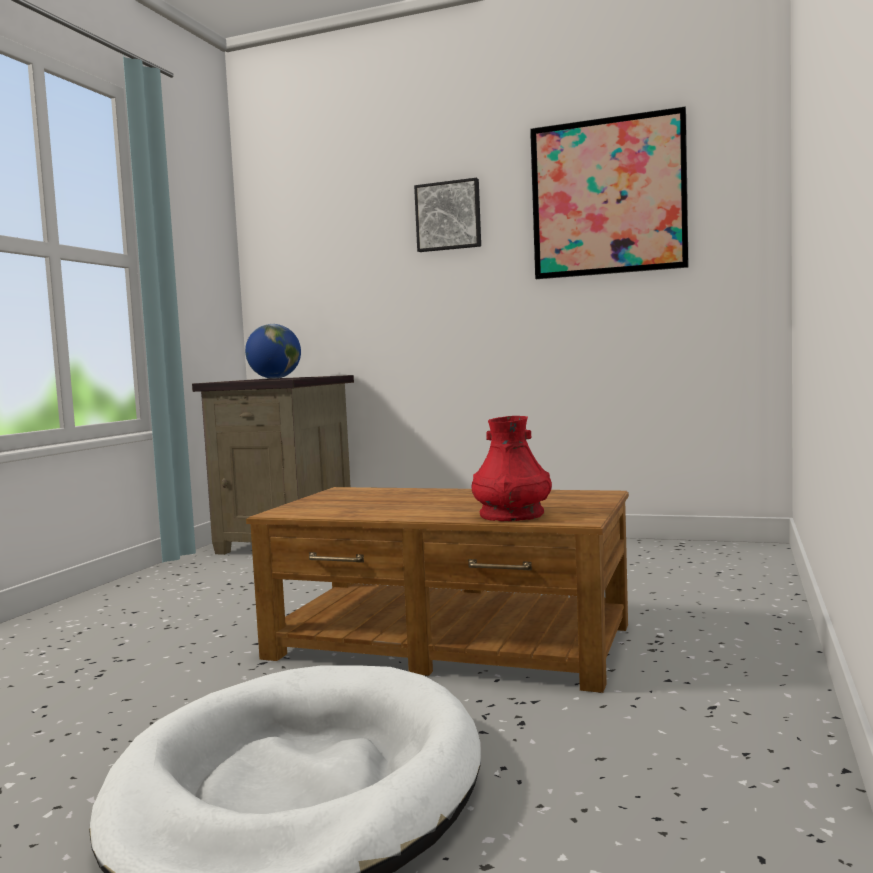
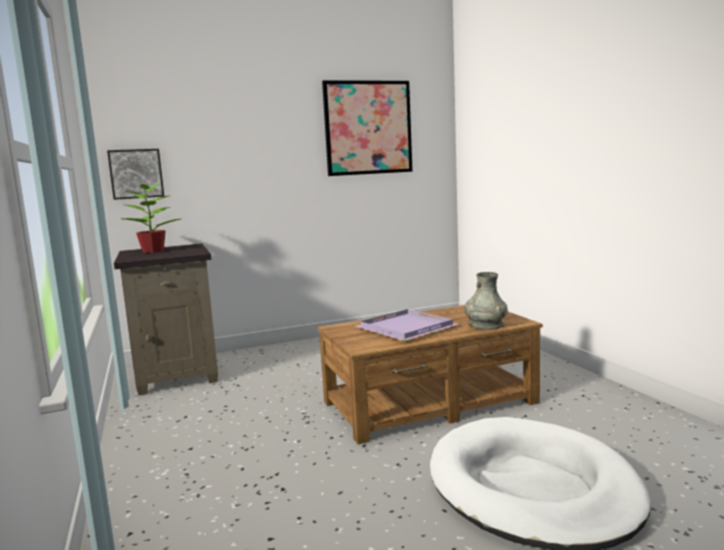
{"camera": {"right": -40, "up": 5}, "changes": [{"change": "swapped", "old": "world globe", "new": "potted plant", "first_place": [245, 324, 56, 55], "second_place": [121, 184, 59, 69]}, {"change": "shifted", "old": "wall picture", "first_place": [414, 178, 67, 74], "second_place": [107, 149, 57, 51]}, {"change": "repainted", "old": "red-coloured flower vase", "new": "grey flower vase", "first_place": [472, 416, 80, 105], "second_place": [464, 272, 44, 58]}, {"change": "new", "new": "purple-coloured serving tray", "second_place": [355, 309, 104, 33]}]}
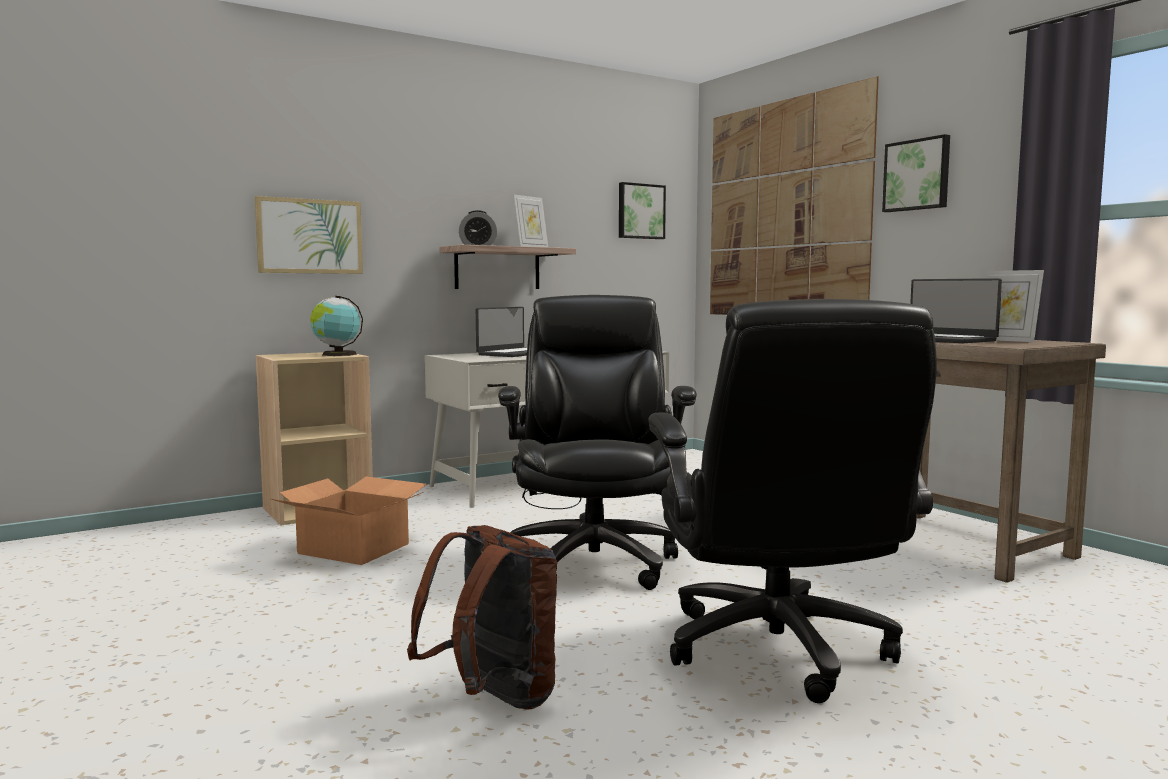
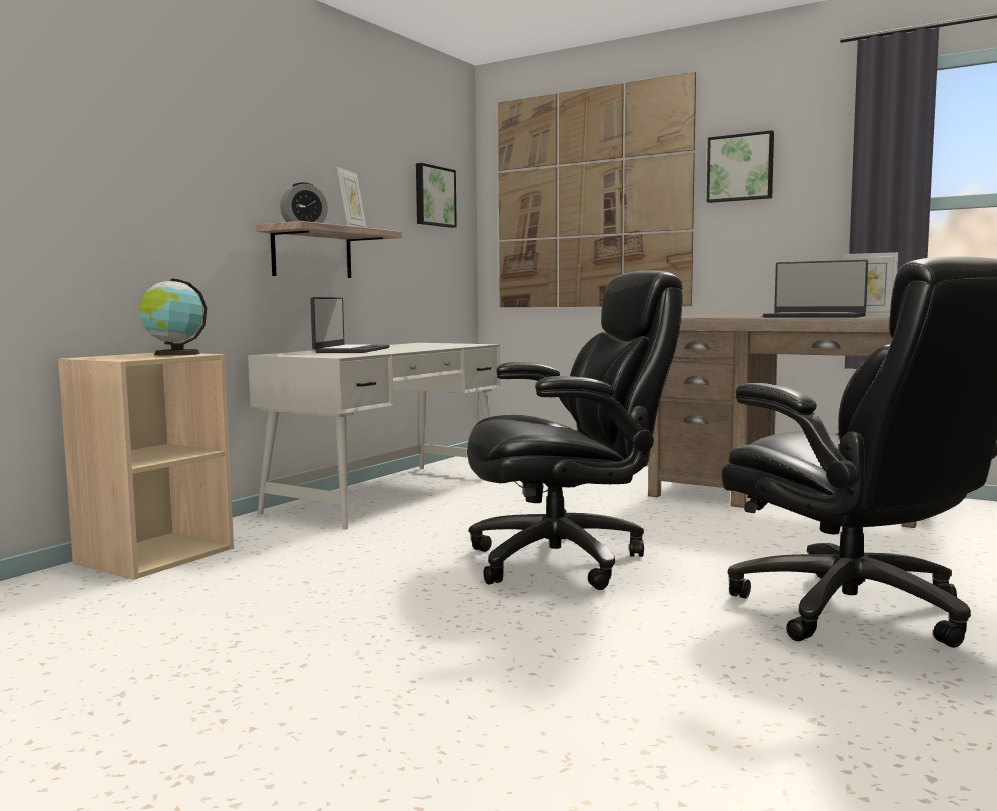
{"camera": {"right": -25, "up": 0}, "changes": [{"change": "gone", "old": "wall picture", "first_place": [255, 196, 108, 78]}, {"change": "gone", "old": "carton", "first_place": [271, 477, 156, 88]}, {"change": "gone", "old": "brown-coloured backpack", "first_place": [407, 525, 151, 185]}, {"change": "rotated", "old": "black desk chair", "first_place": [498, 295, 199, 295], "second_place": [467, 270, 216, 320], "degrees": 105}]}
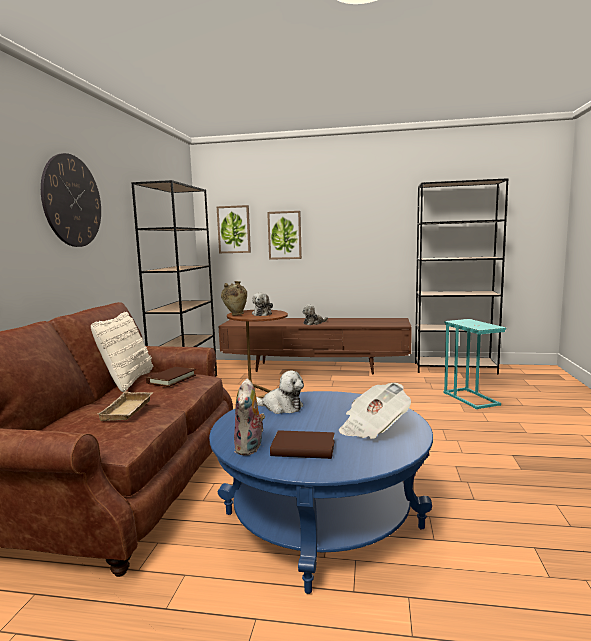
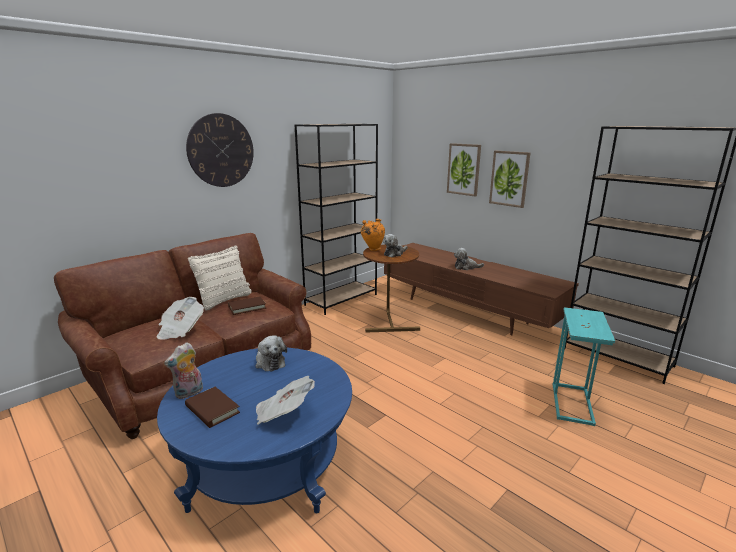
{"camera": {"right": 35, "up": 10}, "changes": [{"change": "swapped", "old": "beige serving tray", "new": "newspaper", "first_place": [98, 391, 55, 30], "second_place": [157, 297, 47, 43]}, {"change": "shifted", "old": "wall picture", "first_place": [217, 205, 34, 48], "second_place": [489, 151, 41, 57]}, {"change": "repainted", "old": "beige flower vase", "new": "orangey flower vase", "first_place": [221, 281, 26, 34], "second_place": [361, 219, 24, 32]}]}
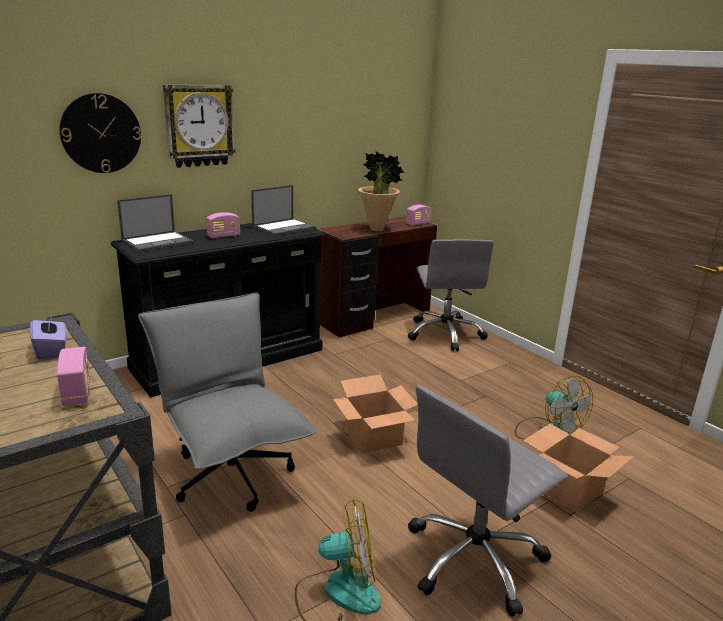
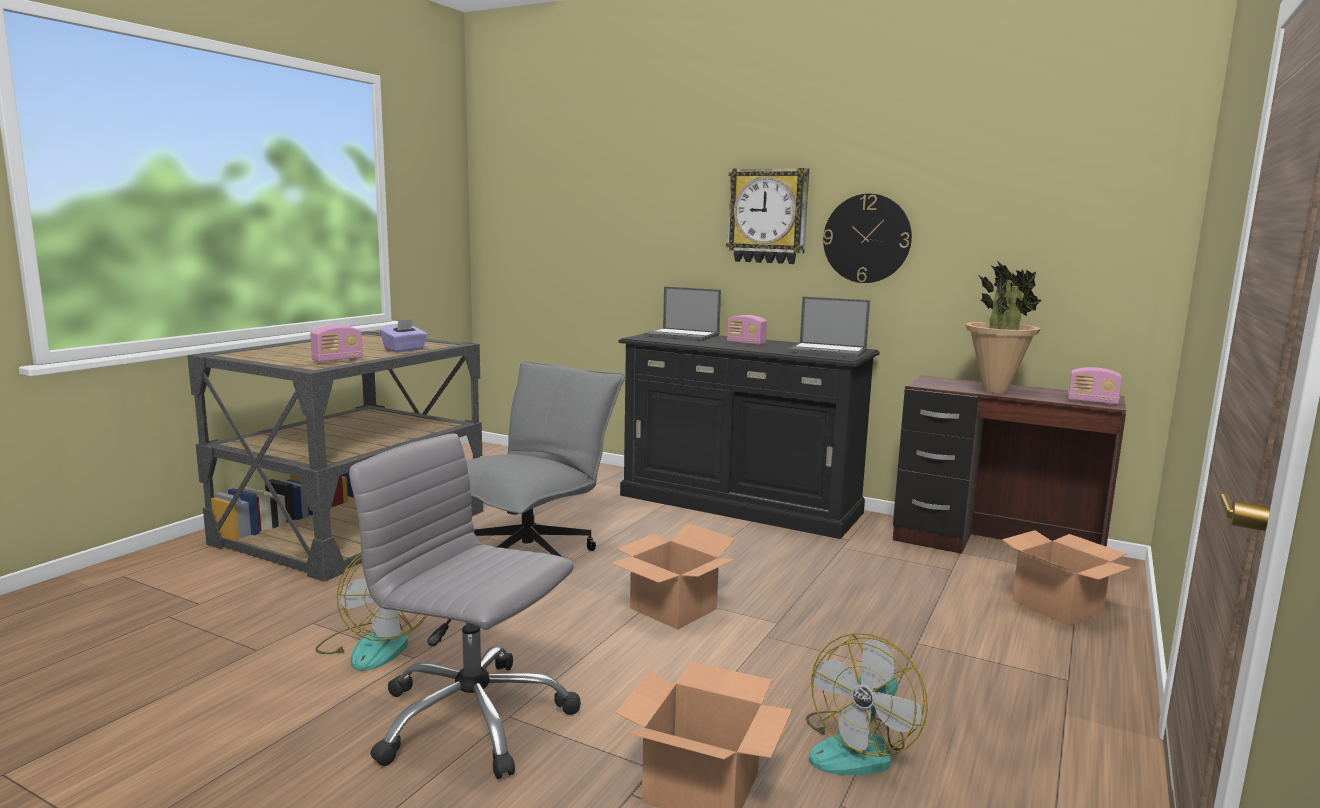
{"camera": {"right": 65, "up": -10}, "changes": [{"change": "shifted", "old": "hanging clock", "first_place": [59, 93, 82, 80], "second_place": [823, 194, 89, 89]}, {"change": "swapped", "old": "grey desk chair", "new": "carton", "first_place": [408, 239, 86, 112], "second_place": [1002, 530, 130, 96]}]}
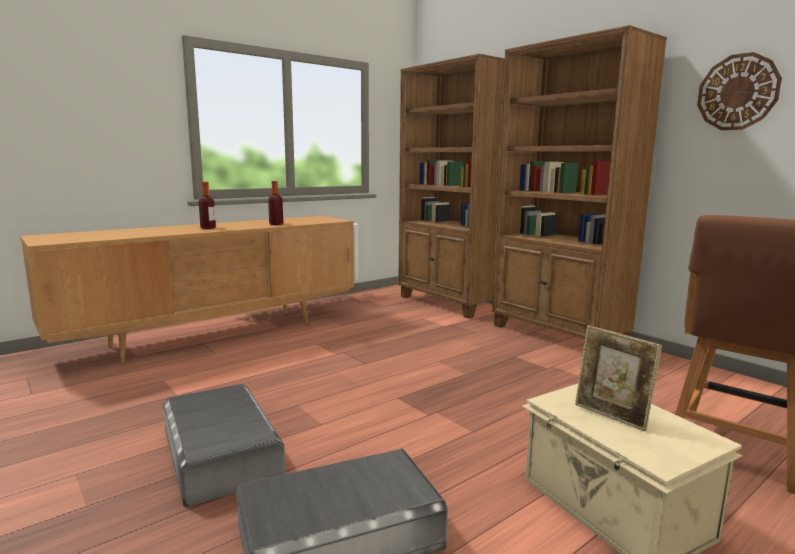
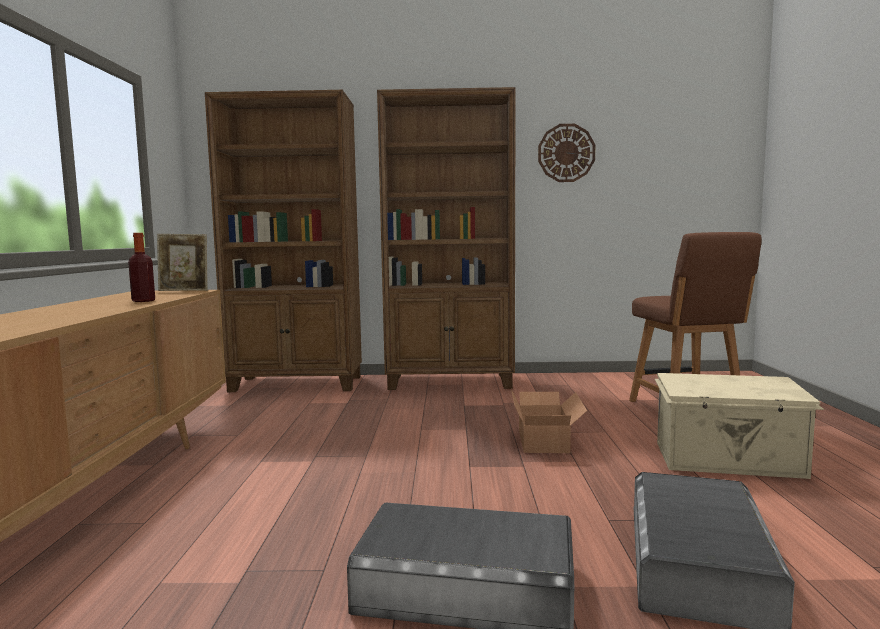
{"camera": {"right": -50, "up": -5}, "changes": [{"change": "gone", "old": "drink bottle", "first_place": [199, 182, 17, 47]}, {"change": "shifted", "old": "photo frame", "first_place": [575, 325, 87, 106], "second_place": [157, 234, 51, 57]}, {"change": "new", "new": "carton", "second_place": [511, 389, 76, 64]}]}
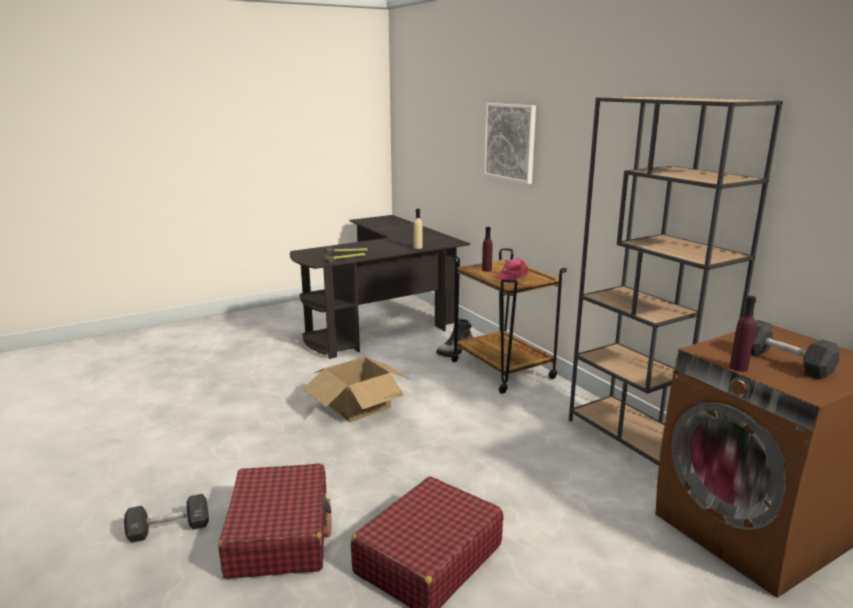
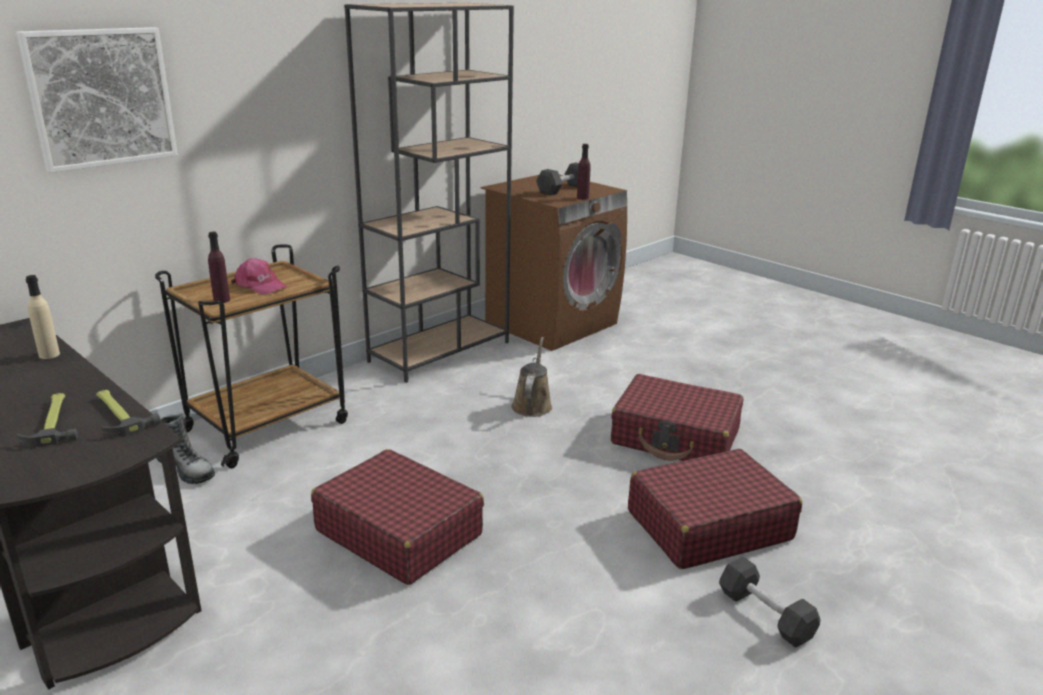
{"camera": {"right": -105, "up": 5}, "changes": [{"change": "swapped", "old": "carton", "new": "red-coloured piece of luggage", "first_place": [303, 357, 106, 65], "second_place": [311, 449, 173, 136]}, {"change": "new", "new": "brown-coloured sprinkling can", "second_place": [512, 337, 40, 80]}]}
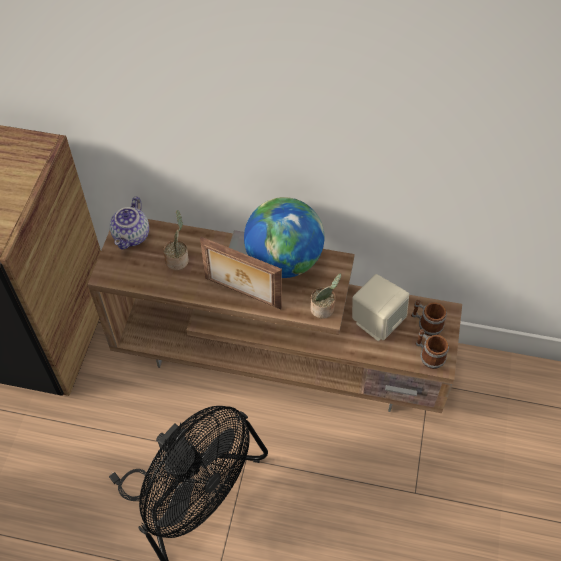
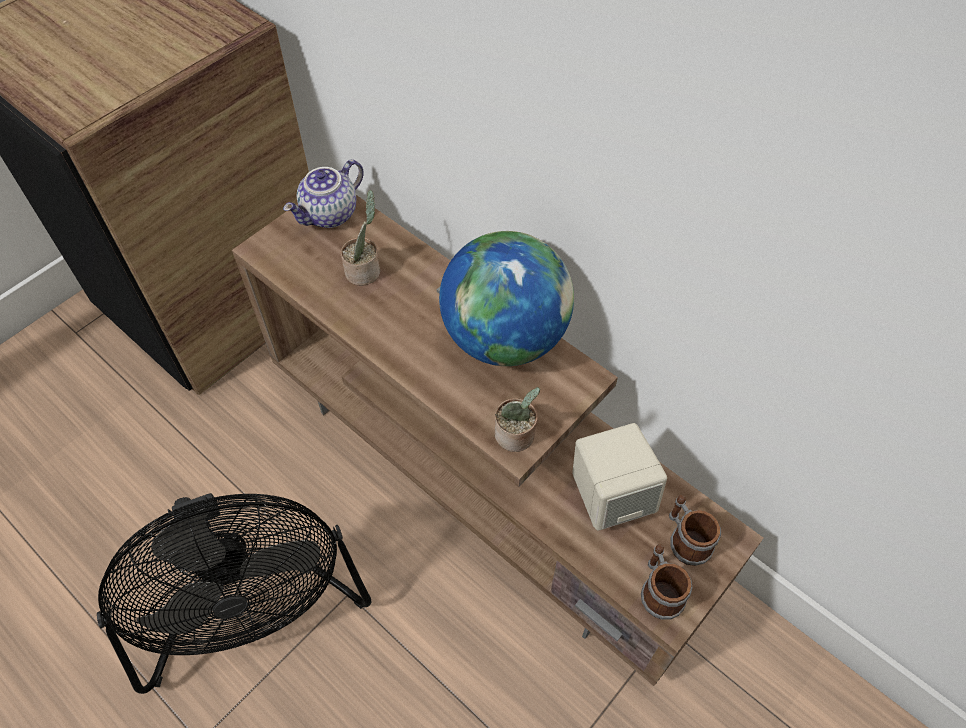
{"camera": {"right": 30, "up": 0}, "changes": [{"change": "gone", "old": "photo frame", "first_place": [200, 237, 82, 72]}]}
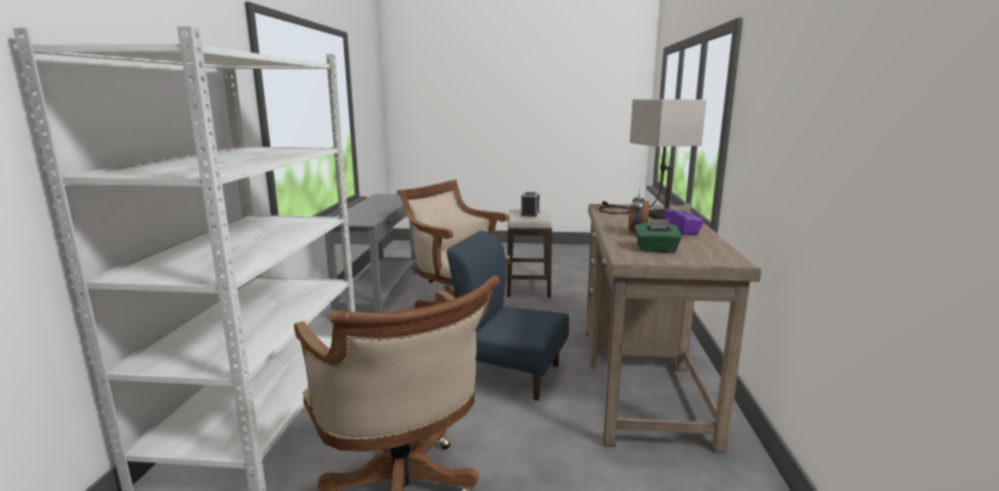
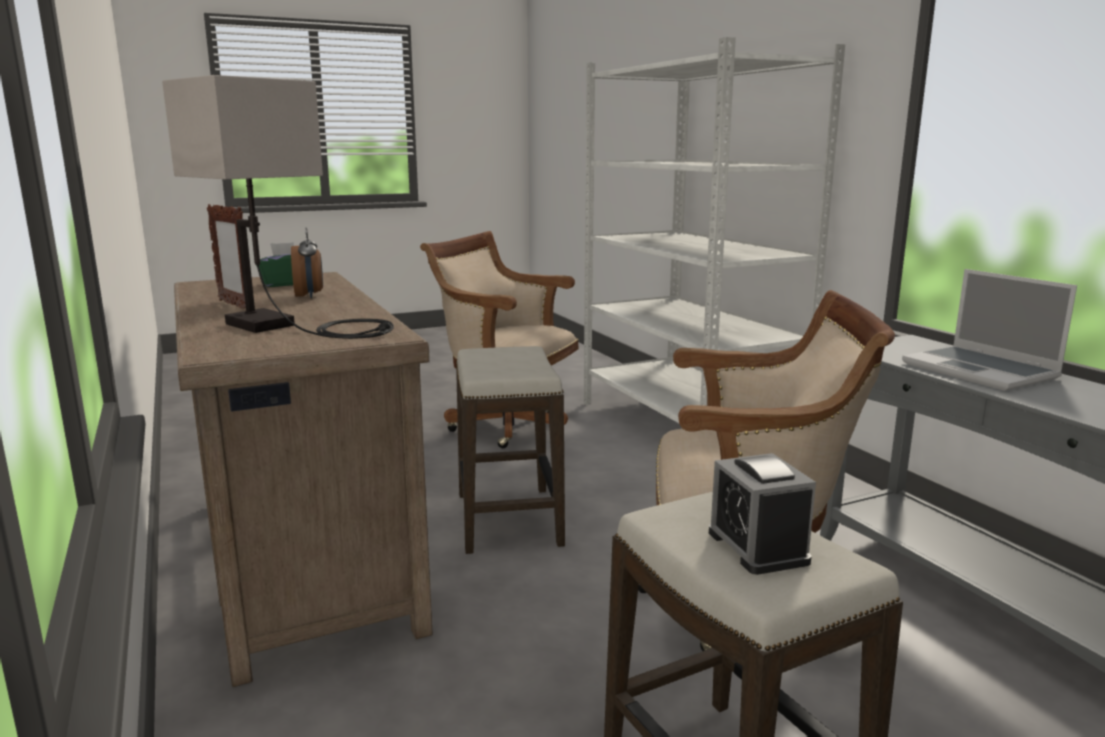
{"camera": {"right": 150, "up": 0}, "changes": [{"change": "swapped", "old": "blue upright chair", "new": "sitting stool", "first_place": [447, 231, 122, 170], "second_place": [456, 346, 109, 208]}, {"change": "swapped", "old": "purple-coloured tissue box", "new": "photo frame", "first_place": [664, 202, 40, 33], "second_place": [207, 204, 39, 104]}, {"change": "new", "new": "laptop", "second_place": [902, 269, 175, 122]}]}
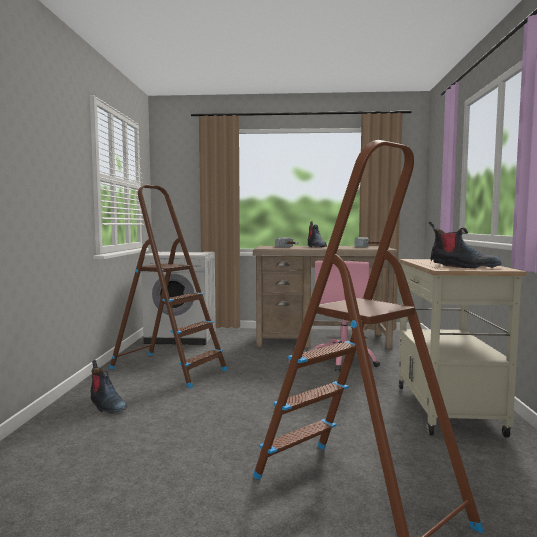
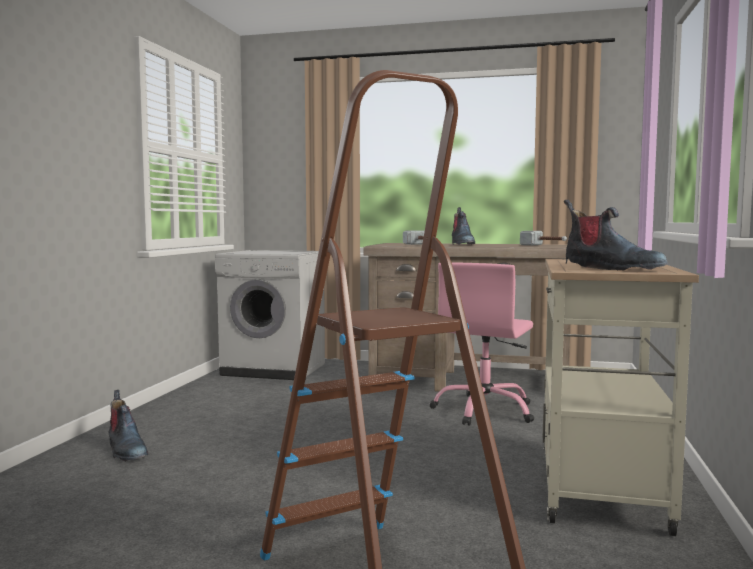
{"camera": {"right": 10, "up": 0}, "changes": [{"change": "gone", "old": "brown-coloured step ladder", "first_place": [109, 185, 119, 203]}]}
